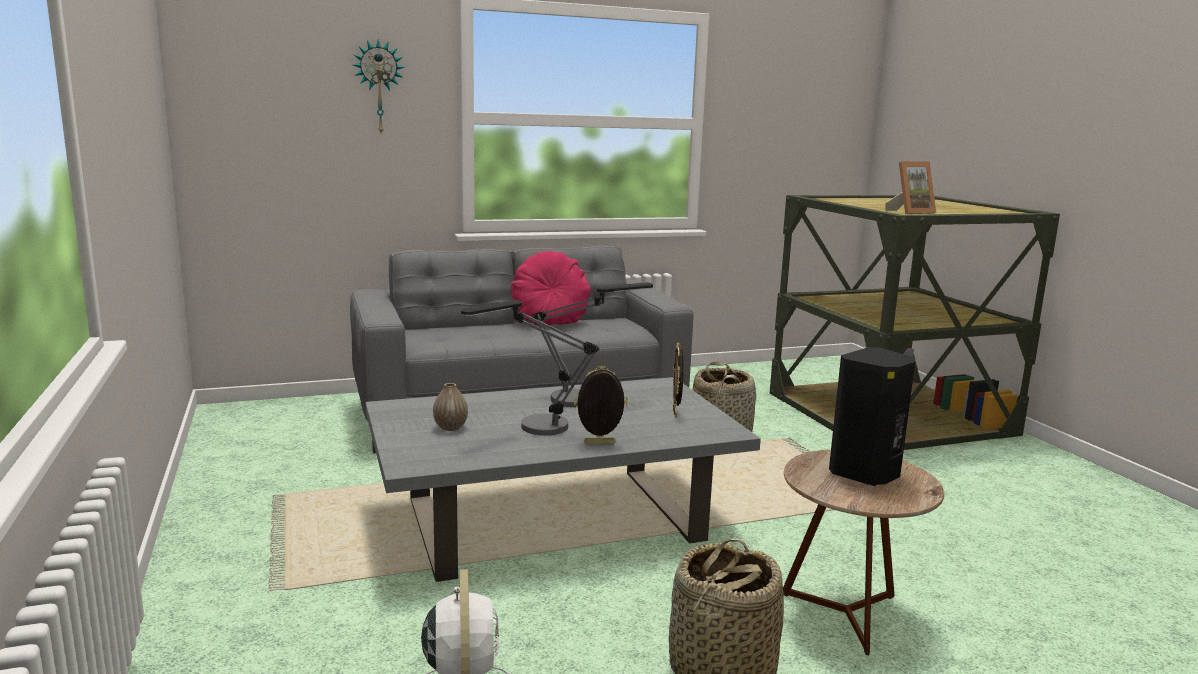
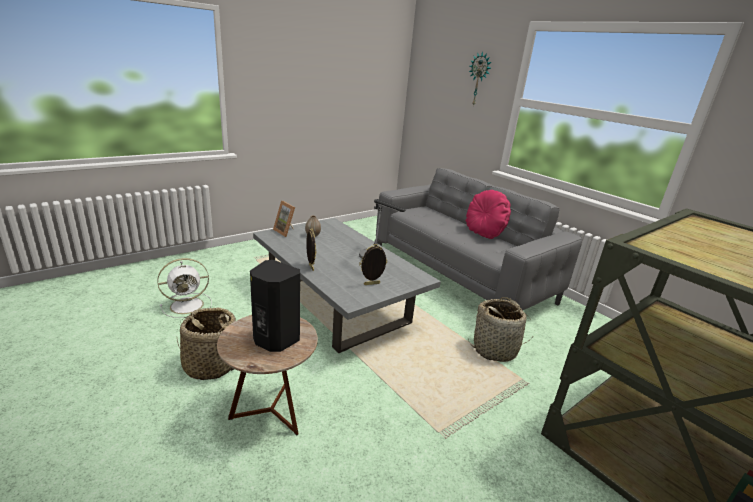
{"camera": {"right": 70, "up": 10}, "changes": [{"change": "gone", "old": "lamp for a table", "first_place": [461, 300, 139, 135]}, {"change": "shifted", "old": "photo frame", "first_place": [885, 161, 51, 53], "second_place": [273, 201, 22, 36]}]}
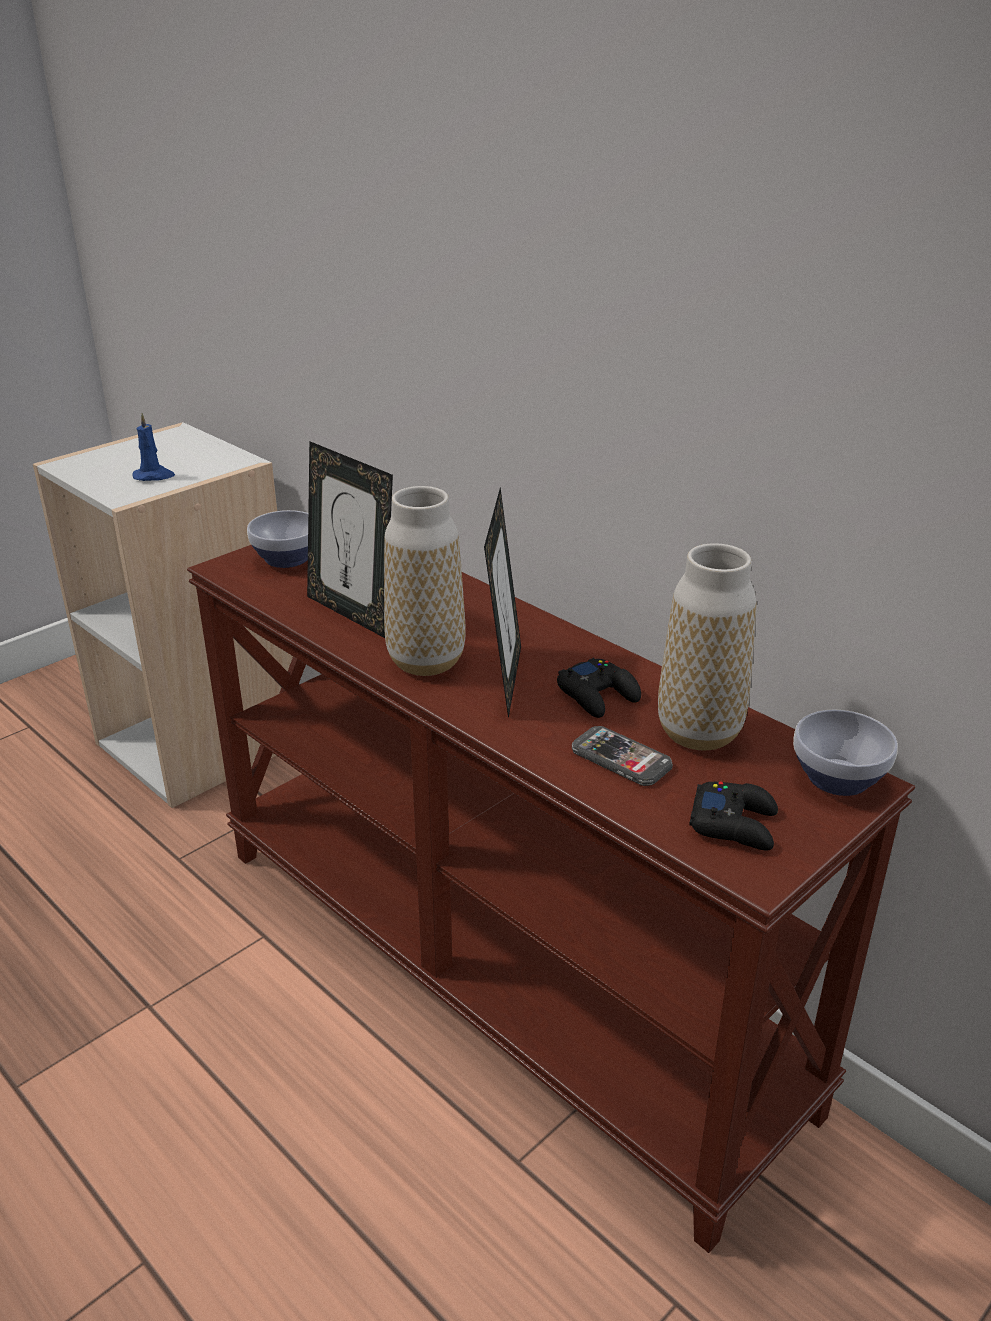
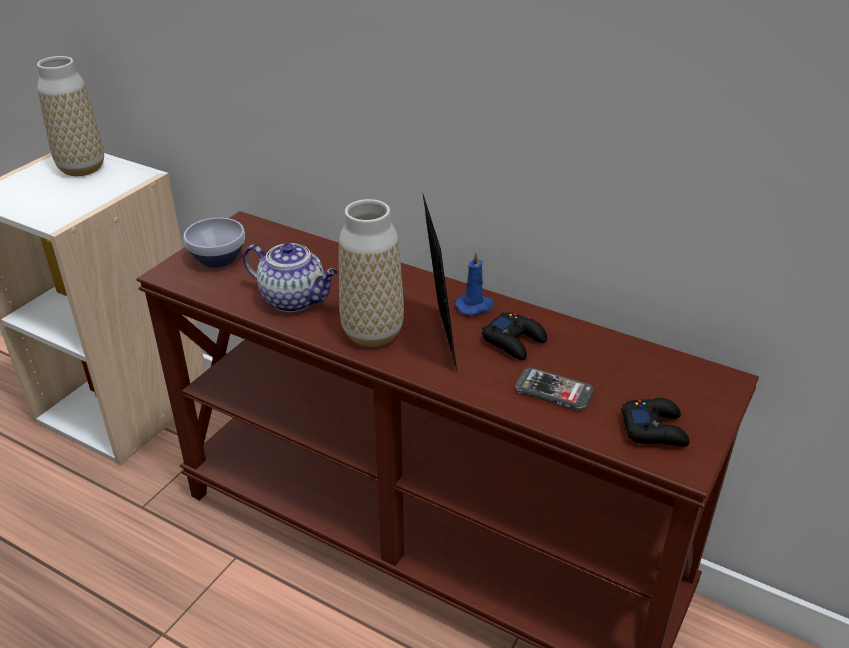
{"camera": {"right": -15, "up": 5}, "changes": [{"change": "shifted", "old": "blue candle", "first_place": [132, 413, 43, 68], "second_place": [455, 251, 39, 64]}, {"change": "swapped", "old": "photo frame", "new": "tea pot", "first_place": [307, 441, 86, 197], "second_place": [243, 243, 95, 69]}, {"change": "shifted", "old": "flower vase", "first_place": [658, 543, 98, 208], "second_place": [37, 56, 67, 120]}, {"change": "gone", "old": "serving bowl", "first_place": [793, 710, 105, 86]}]}
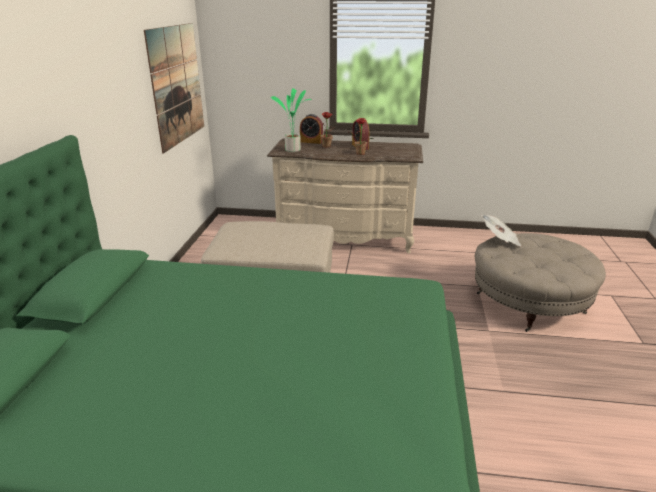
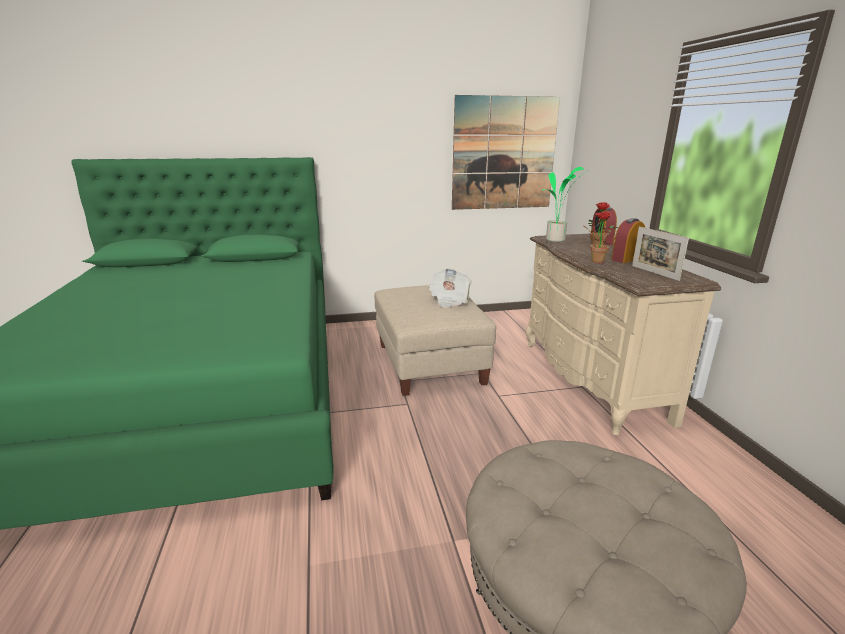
{"camera": {"right": 70, "up": -5}, "changes": [{"change": "shifted", "old": "newspaper", "first_place": [481, 215, 40, 32], "second_place": [428, 269, 44, 38]}, {"change": "new", "new": "photo frame", "second_place": [632, 227, 57, 54]}]}
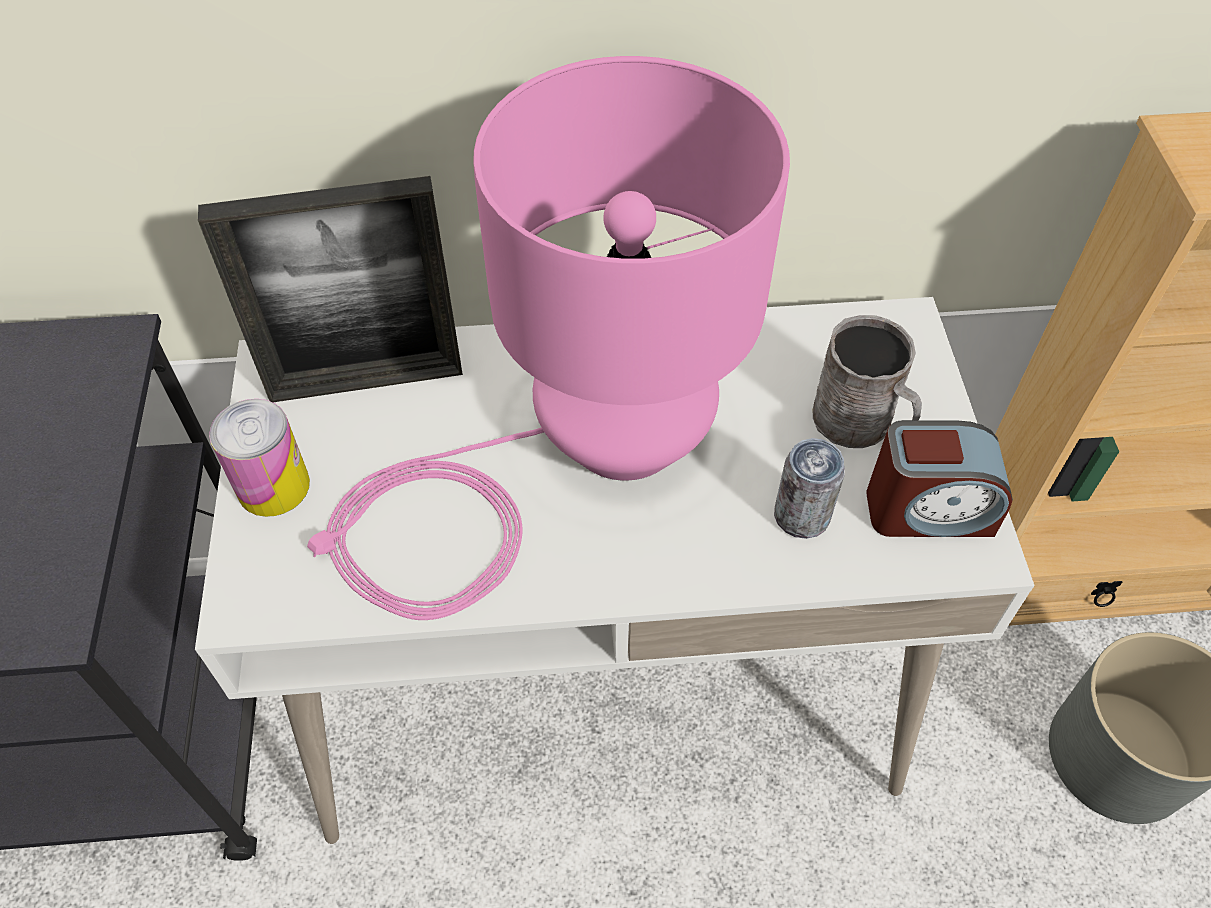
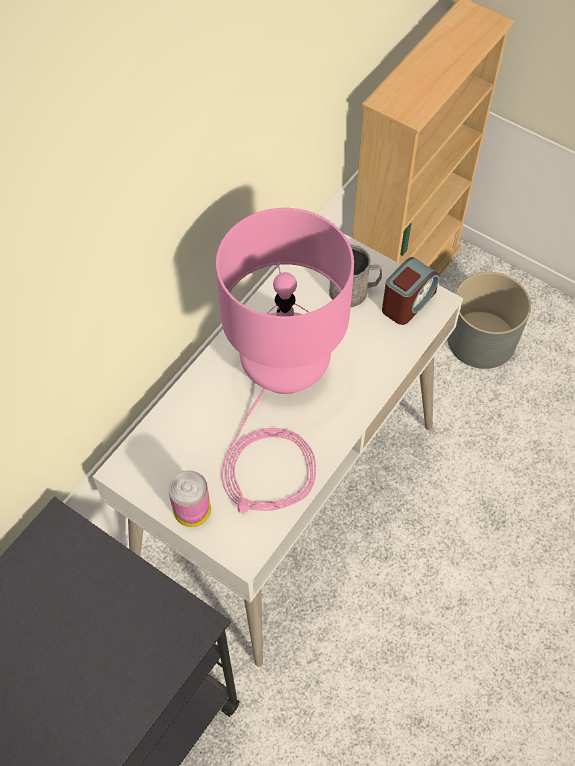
{"camera": {"right": -50, "up": 5}, "changes": [{"change": "gone", "old": "photo frame", "first_place": [198, 176, 265, 226]}, {"change": "gone", "old": "can", "first_place": [774, 438, 71, 101]}]}
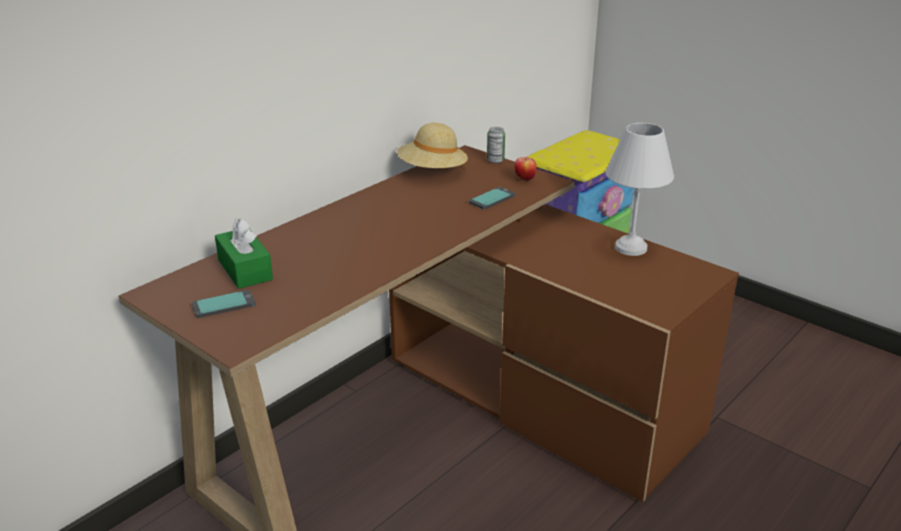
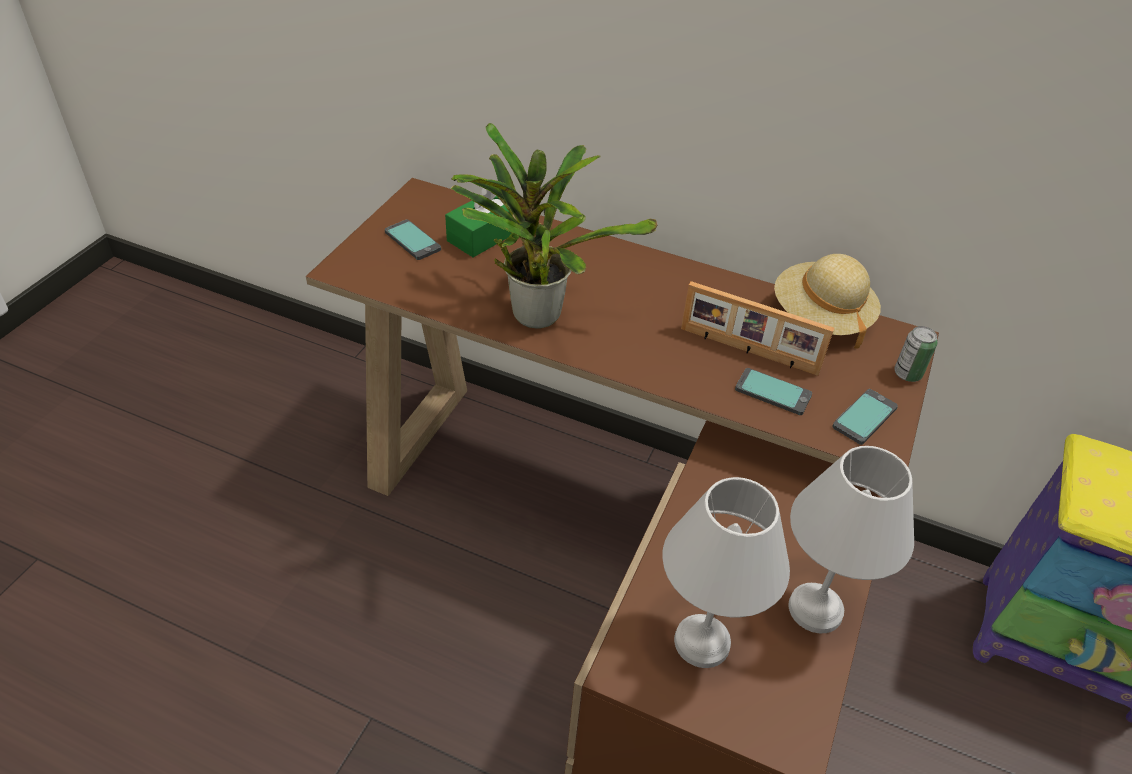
{"camera": {"right": 70, "up": 15}, "changes": [{"change": "swapped", "old": "whole apple", "new": "phone", "first_place": [514, 157, 23, 25], "second_place": [832, 389, 66, 56]}, {"change": "new", "new": "potted plant", "second_place": [450, 123, 208, 206]}, {"change": "new", "new": "white-coloured lamp for a table", "second_place": [662, 477, 128, 191]}, {"change": "new", "new": "photo frame", "second_place": [681, 281, 153, 95]}]}
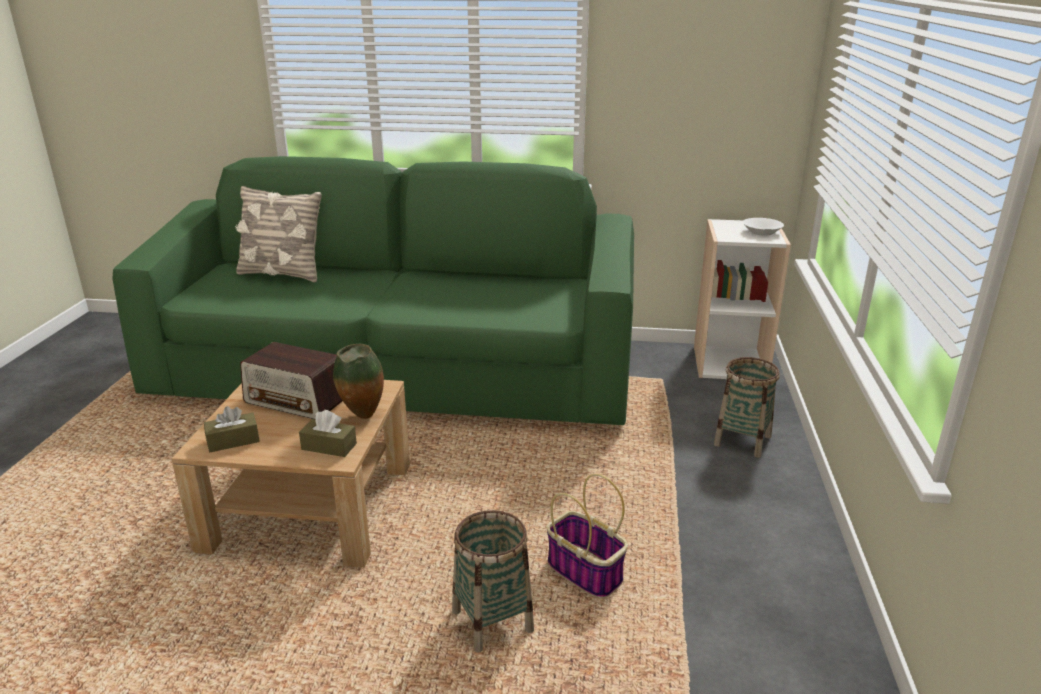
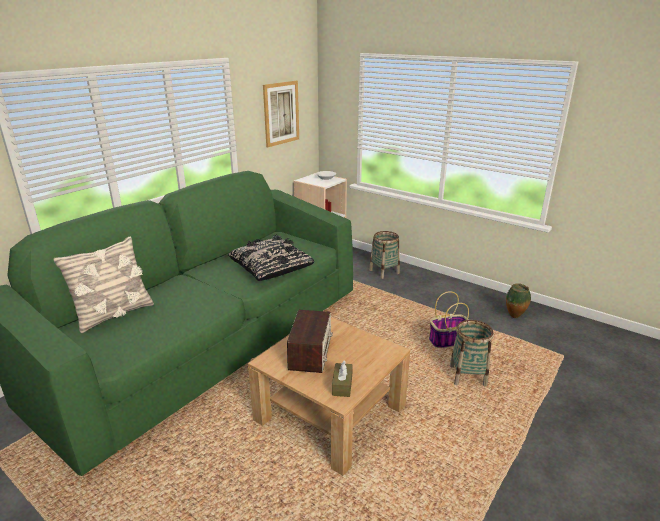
{"camera": {"right": -60, "up": 0}, "changes": [{"change": "rotated", "old": "radio set", "first_place": [240, 342, 102, 78], "second_place": [287, 310, 46, 63], "degrees": -45}, {"change": "gone", "old": "brown-coloured tissue box", "first_place": [299, 410, 58, 47]}, {"change": "shifted", "old": "flower vase", "first_place": [333, 344, 51, 75], "second_place": [506, 283, 25, 35]}, {"change": "new", "new": "black cushion", "second_place": [228, 234, 86, 47]}, {"change": "new", "new": "wall picture", "second_place": [263, 81, 36, 66]}]}
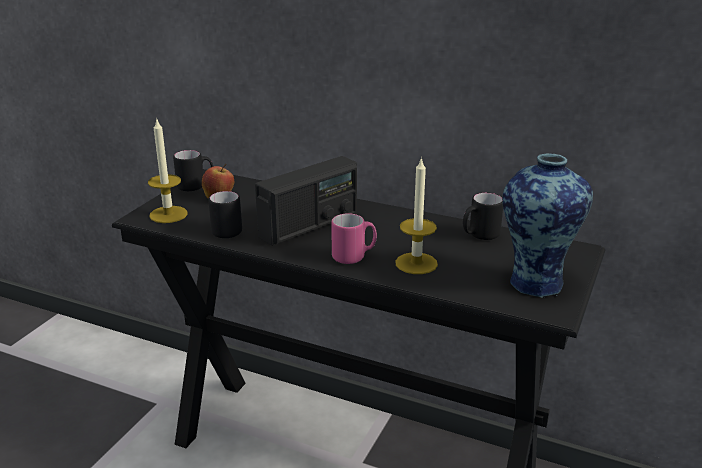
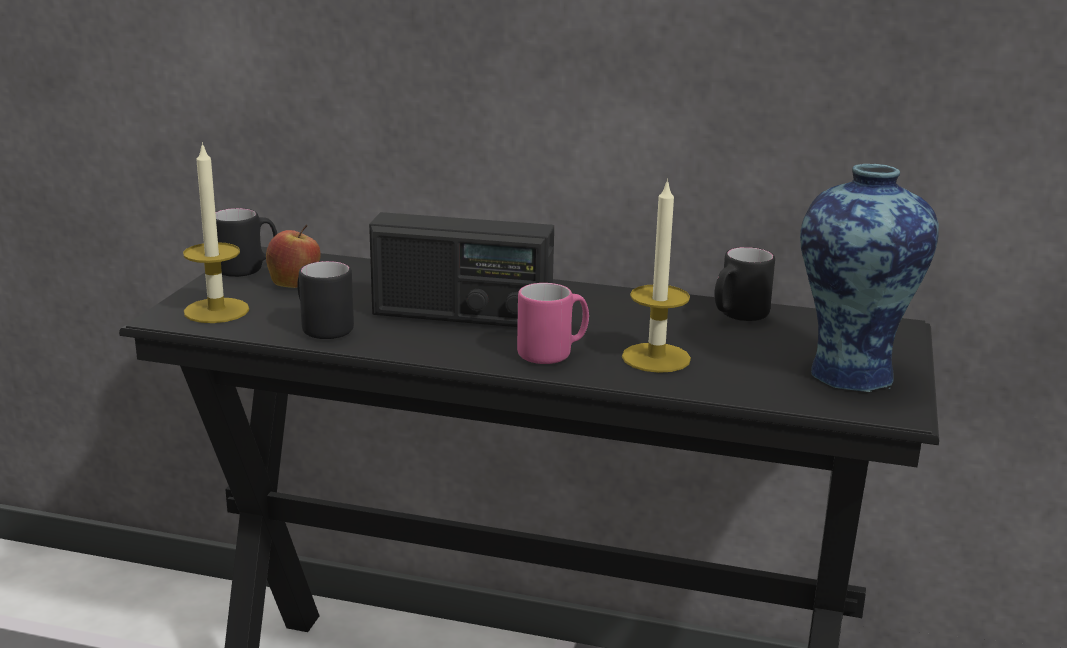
{"camera": {"right": -10, "up": -5}, "changes": [{"change": "rotated", "old": "radio set", "first_place": [255, 156, 102, 90], "second_place": [369, 212, 185, 115], "degrees": 60}]}
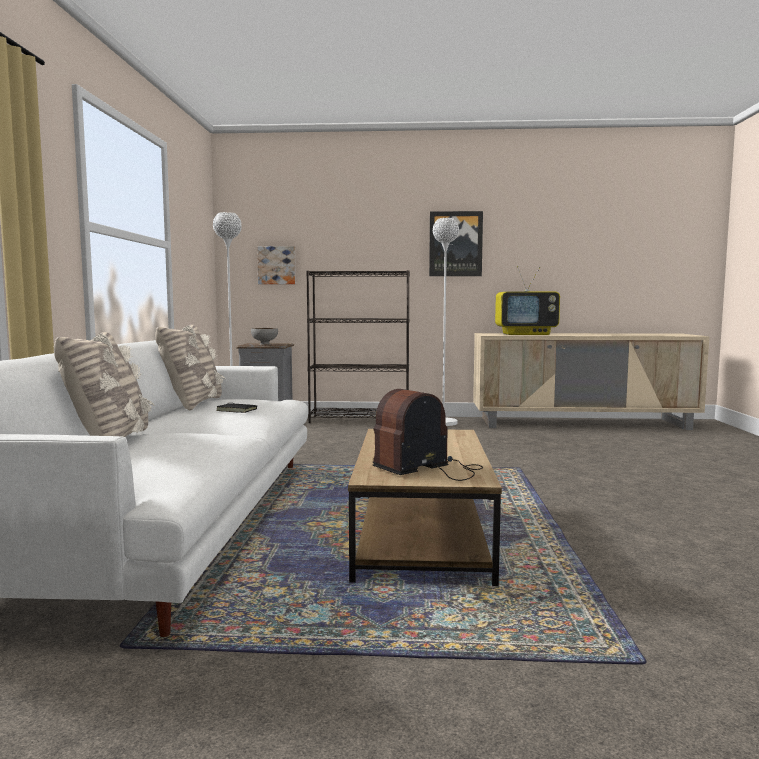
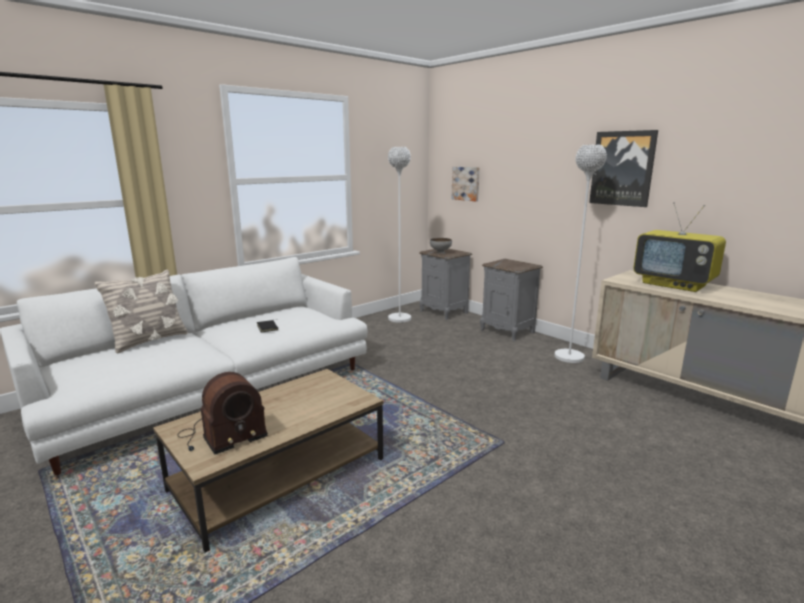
{"camera": {"right": 45, "up": 10}, "changes": [{"change": "gone", "old": "beige cushion", "first_place": [155, 325, 70, 85]}, {"change": "swapped", "old": "black bookcase", "new": "grey bedside table", "first_place": [306, 270, 104, 153], "second_place": [480, 259, 63, 82]}, {"change": "rotated", "old": "radio set", "first_place": [373, 389, 110, 92], "second_place": [178, 372, 90, 83], "degrees": 135}]}
